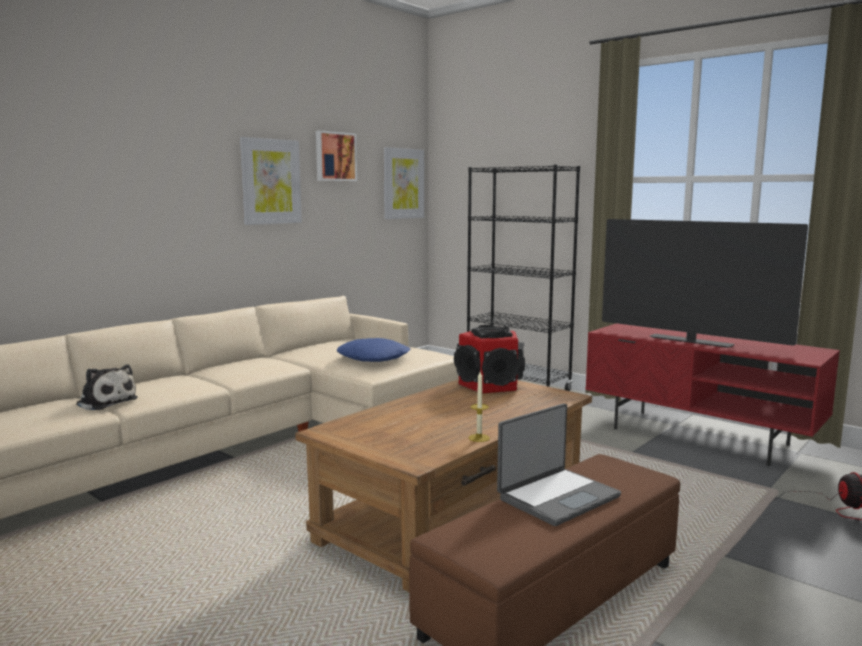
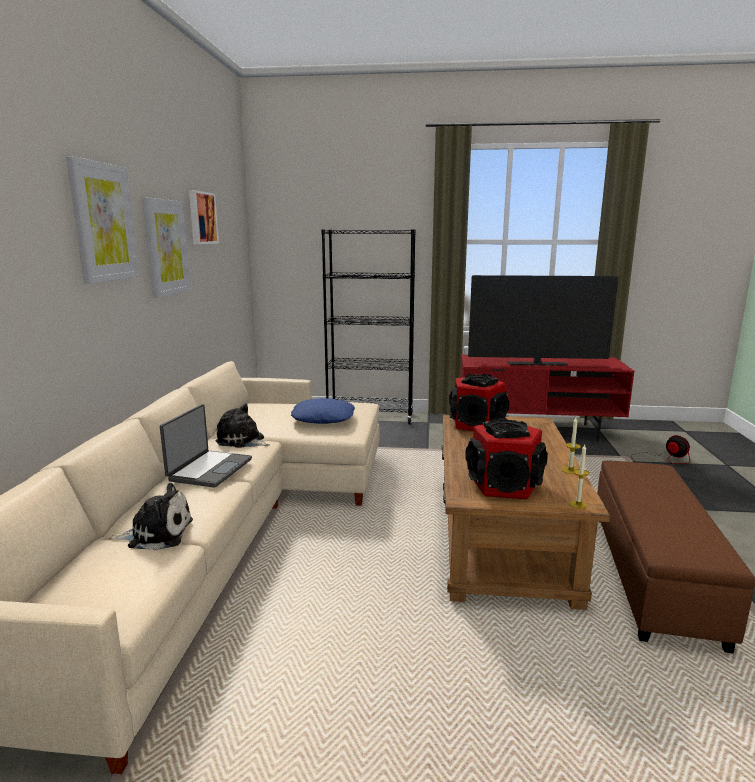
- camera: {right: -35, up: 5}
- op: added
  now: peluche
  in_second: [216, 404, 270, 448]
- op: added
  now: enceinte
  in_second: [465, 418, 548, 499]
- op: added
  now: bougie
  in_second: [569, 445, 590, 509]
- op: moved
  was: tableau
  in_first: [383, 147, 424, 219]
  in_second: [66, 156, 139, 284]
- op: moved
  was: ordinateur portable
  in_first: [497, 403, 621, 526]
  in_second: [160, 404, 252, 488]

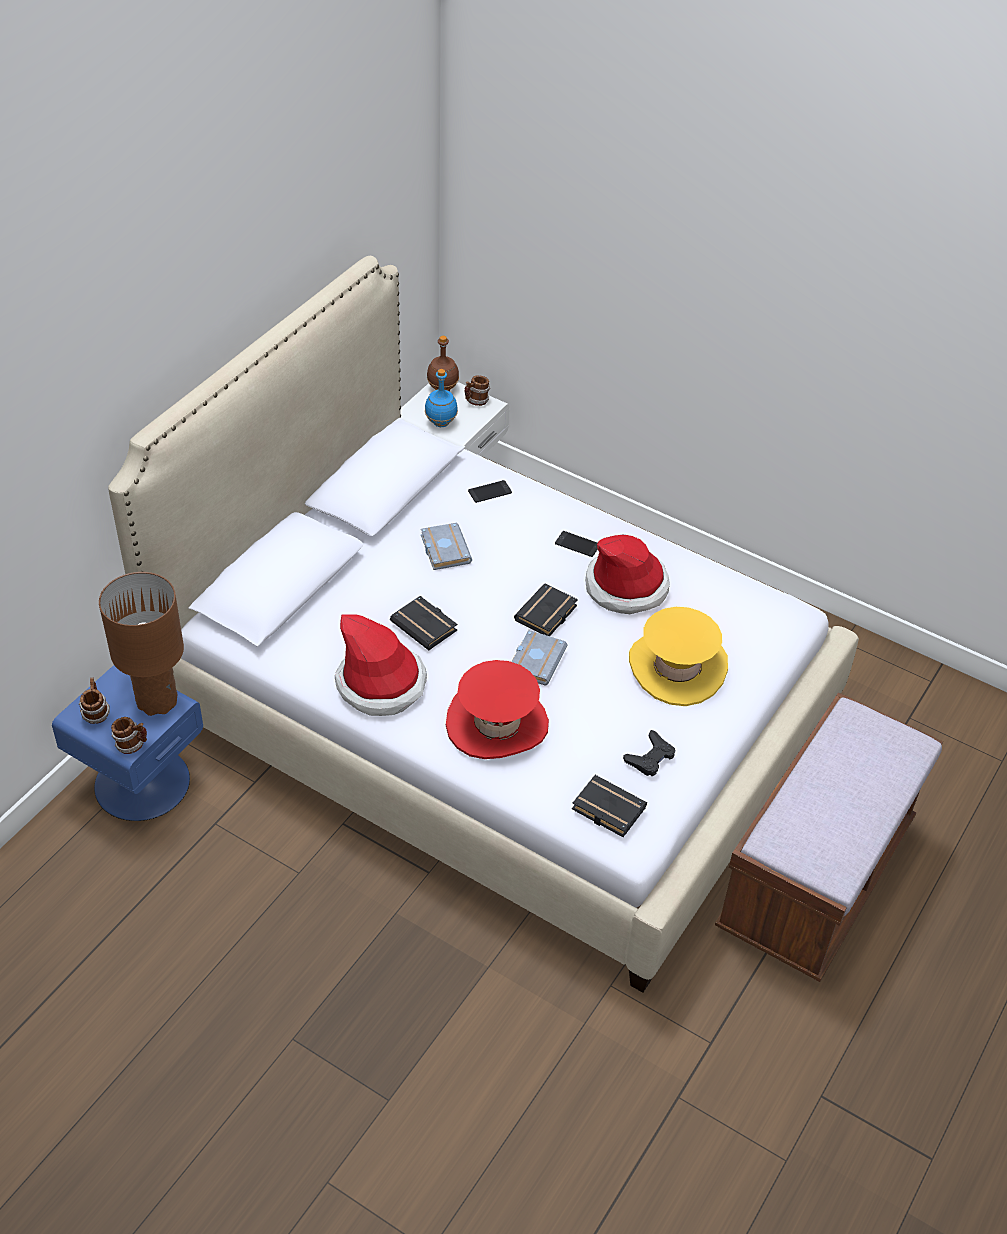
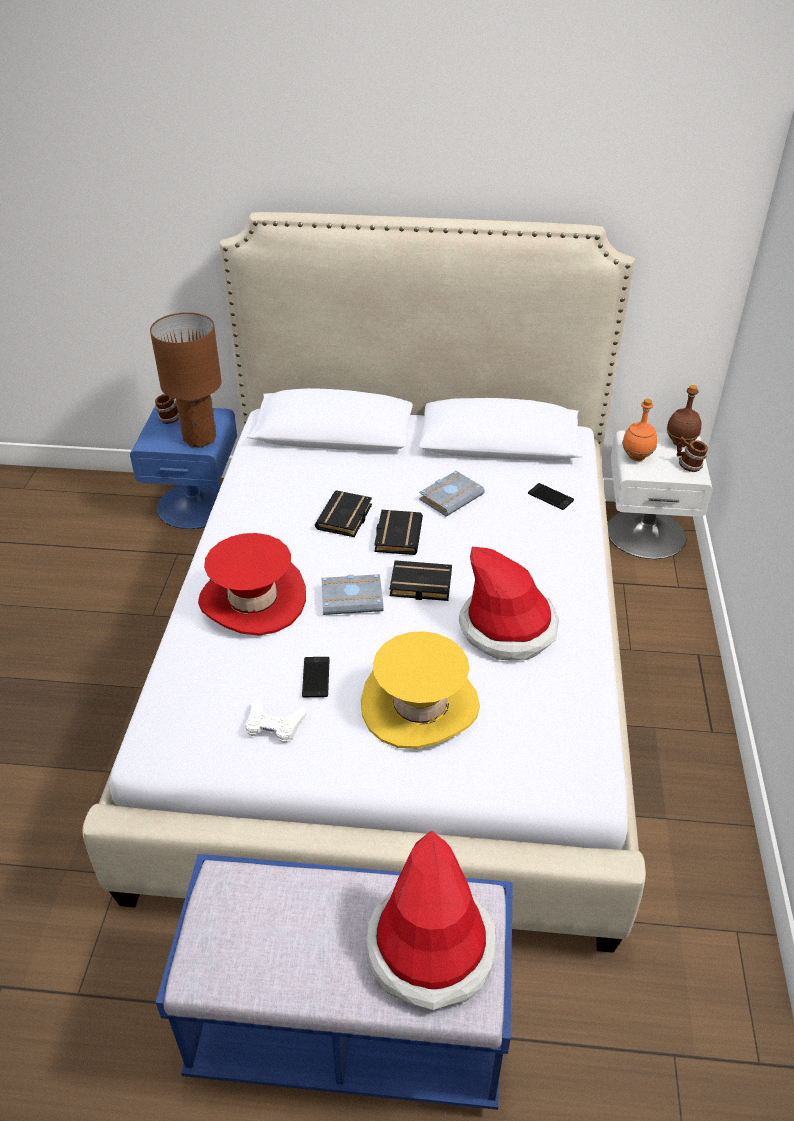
- camera: {right: 65, up: -5}
- op: removed
  was: mug
  in_first: [111, 717, 147, 754]
- op: moved
  was: chapeau
  in_first: [335, 615, 427, 716]
  in_second: [366, 830, 496, 1010]
- op: moved
  was: téléphone
  in_first: [555, 531, 598, 557]
  in_second: [302, 657, 330, 697]
- op: moved
  was: livre (noir)
  in_first: [572, 775, 647, 837]
  in_second: [374, 510, 423, 555]
- op: recoloured
  was: bouteille (bleu)
  now: bouteille (orange)
  in_first: [425, 369, 458, 427]
  in_second: [622, 399, 657, 461]
- op: recoloured
  was: manette (noir)
  now: manette (blanc)
  in_first: [623, 730, 675, 776]
  in_second: [246, 697, 306, 743]
- op: recoloured
  was: banc (marron)
  now: banc (bleu)
  in_first: [715, 693, 943, 982]
  in_second: [156, 854, 513, 1110]

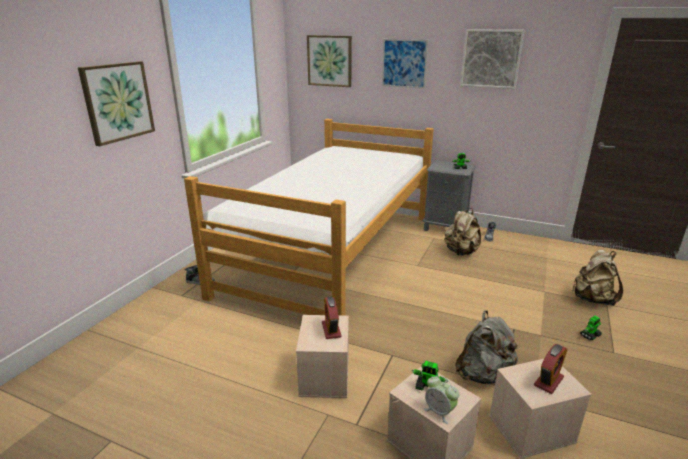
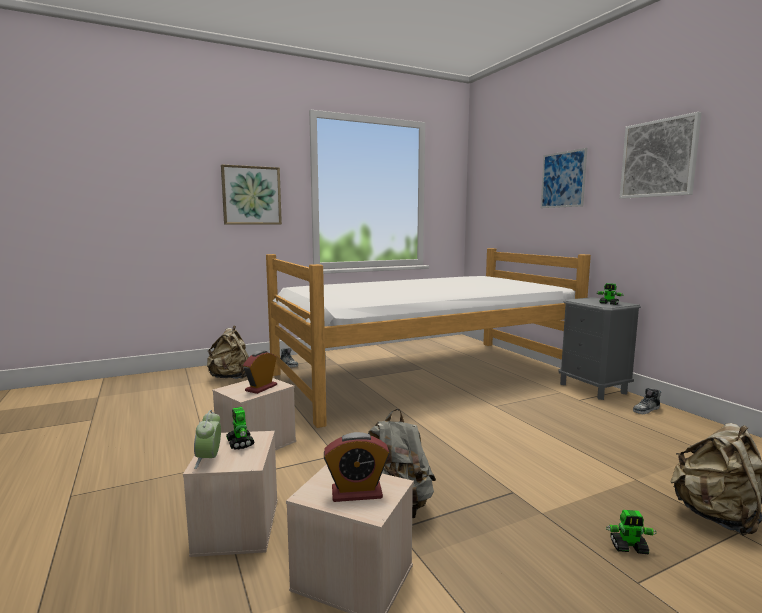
- camera: {right: 40, up: -15}
- op: removed
  was: tableau
  in_first: [307, 35, 352, 87]
- op: moved
  was: sac à dos (beige)
  in_first: [444, 208, 481, 256]
  in_second: [207, 326, 249, 379]

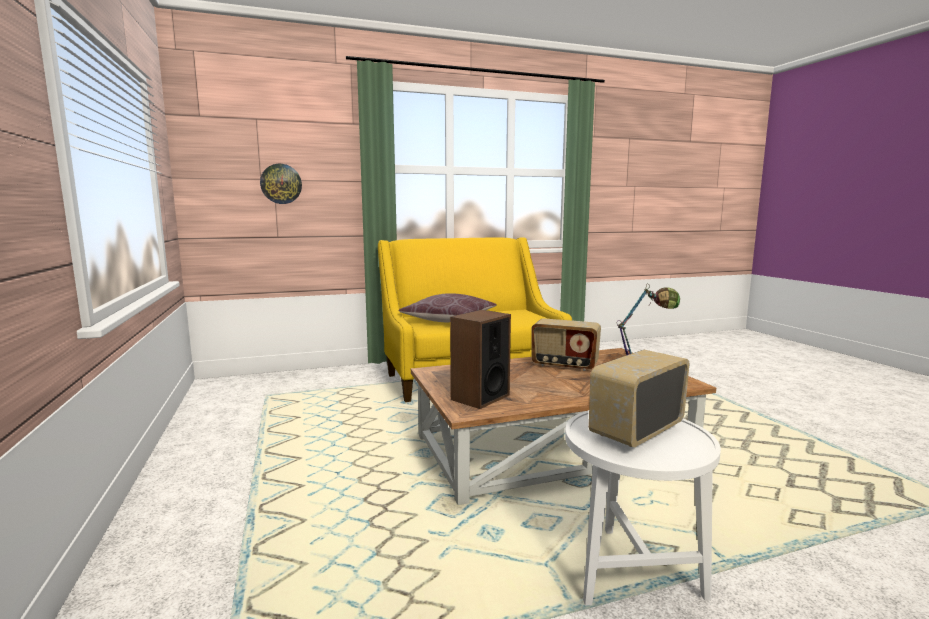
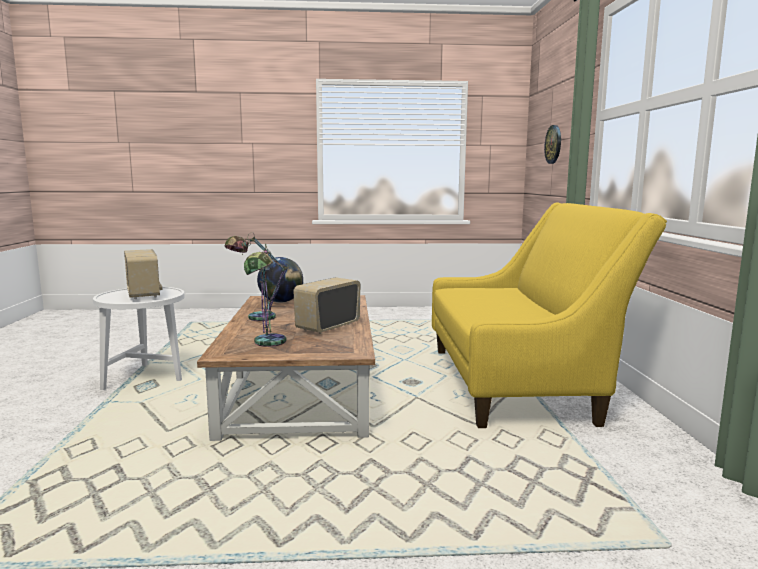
- camera: {right: 105, up: 0}
- op: removed
  was: coussin (marron)
  in_first: [398, 293, 497, 322]
- op: added
  now: lampe de table
  in_second: [225, 232, 289, 321]
- op: replaced
  was: enceinte
  now: globe
  in_first: [450, 310, 511, 409]
  in_second: [257, 257, 303, 303]

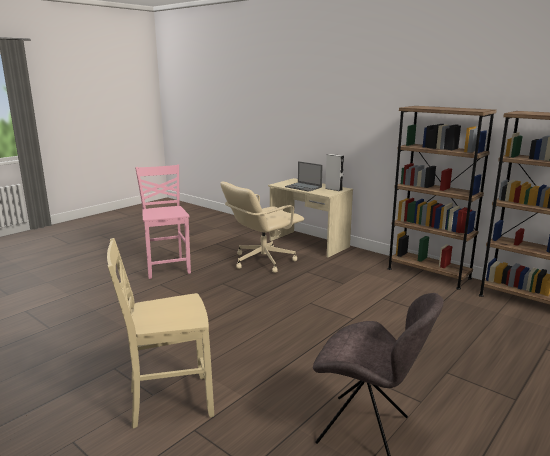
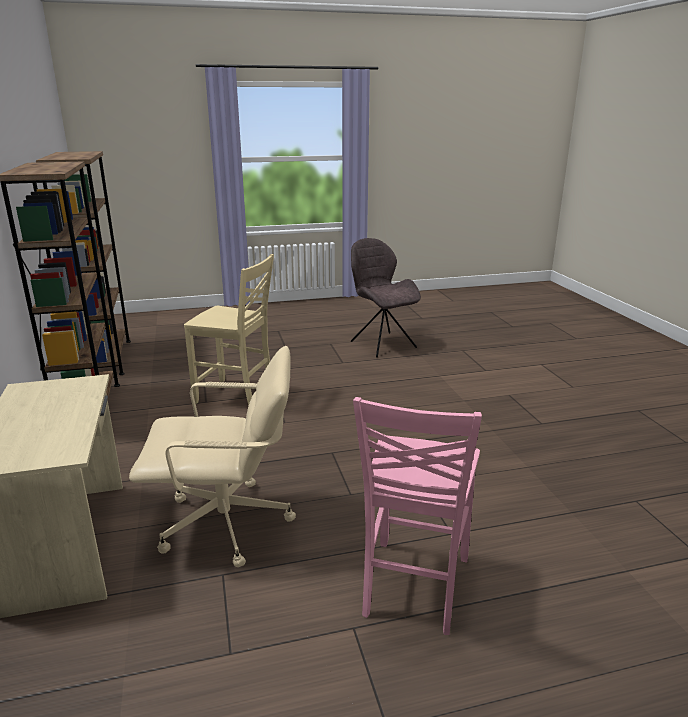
- camera: {right: -145, up: 5}
- op: removed
  was: ordinateur portable
  in_first: [285, 161, 323, 192]
- op: removed
  was: enceinte (gris)
  in_first: [325, 154, 344, 191]
- op: moved
  was: chaise (beige)
  in_first: [107, 238, 214, 428]
  in_second: [184, 254, 274, 406]

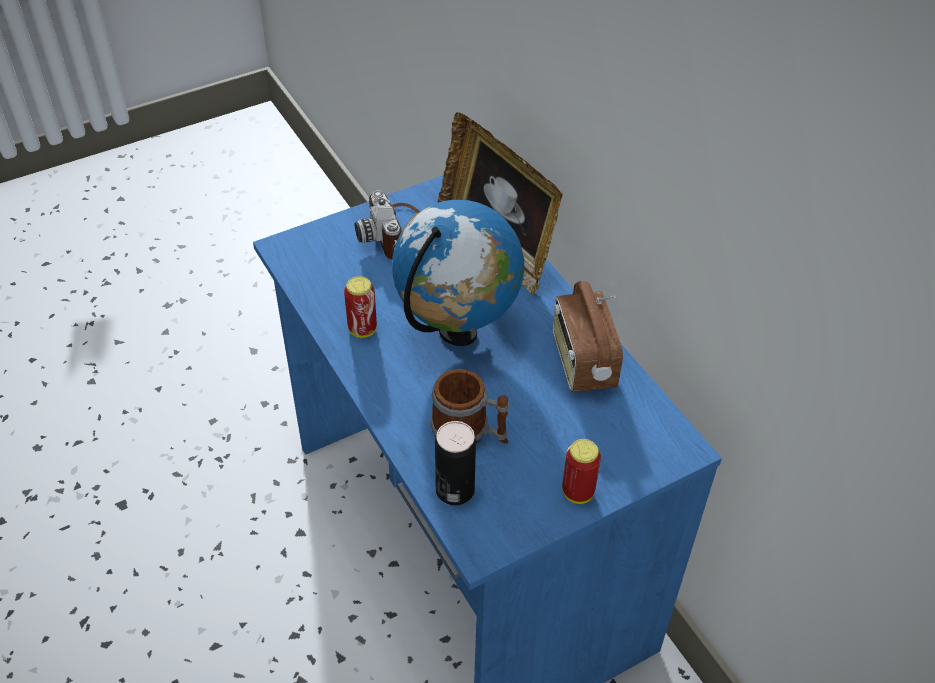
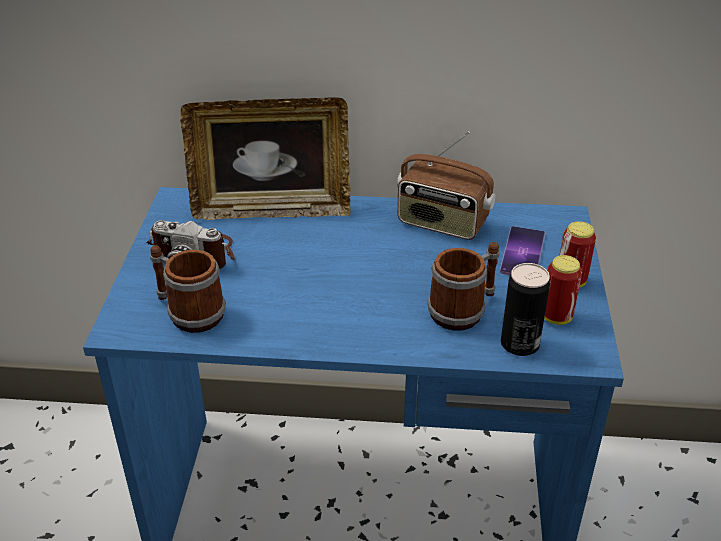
- camera: {right: -55, up: -10}
- op: removed
  was: globe
  in_first: [392, 200, 524, 346]
- op: added
  now: mug
  in_second: [150, 245, 226, 333]
- op: added
  now: téléphone
  in_second: [500, 226, 545, 275]
- op: moved
  was: boîte métallique
  in_first: [344, 276, 377, 338]
  in_second: [544, 255, 582, 325]

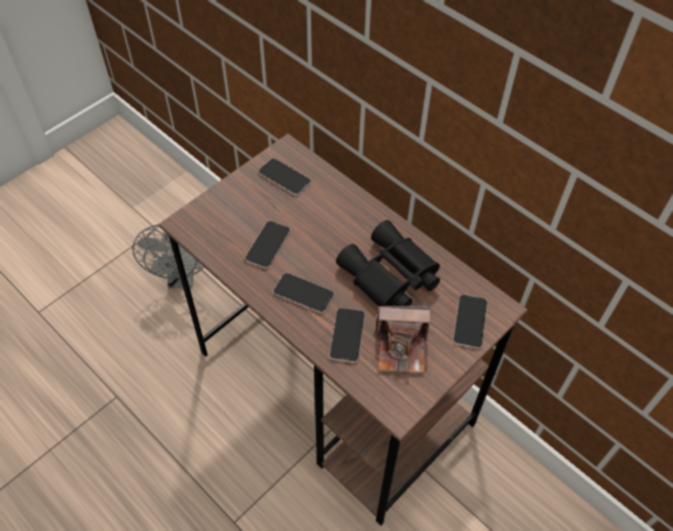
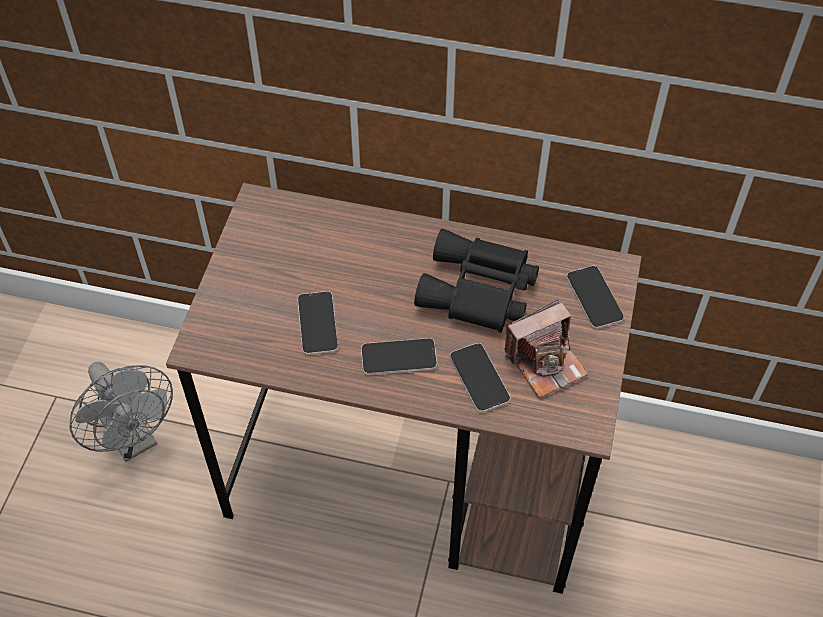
- camera: {right: -30, up: 0}
- op: removed
  was: téléphone
  in_first: [258, 158, 311, 195]

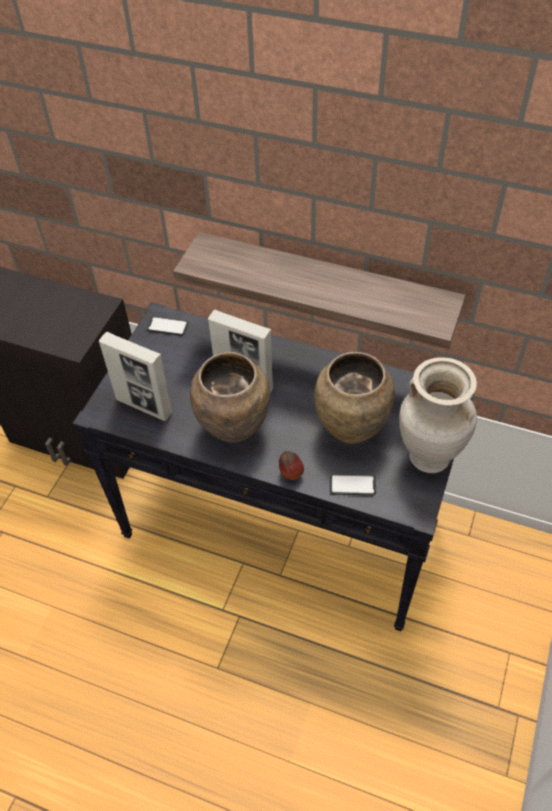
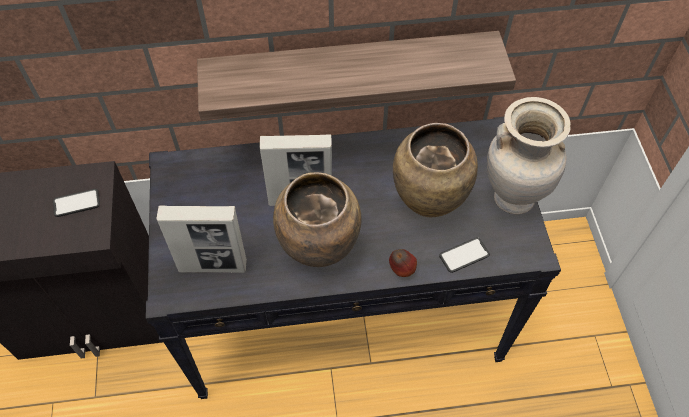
- camera: {right: -30, up: 5}
- op: moved
  was: téléphone
  in_first: [147, 316, 189, 336]
  in_second: [53, 189, 100, 217]

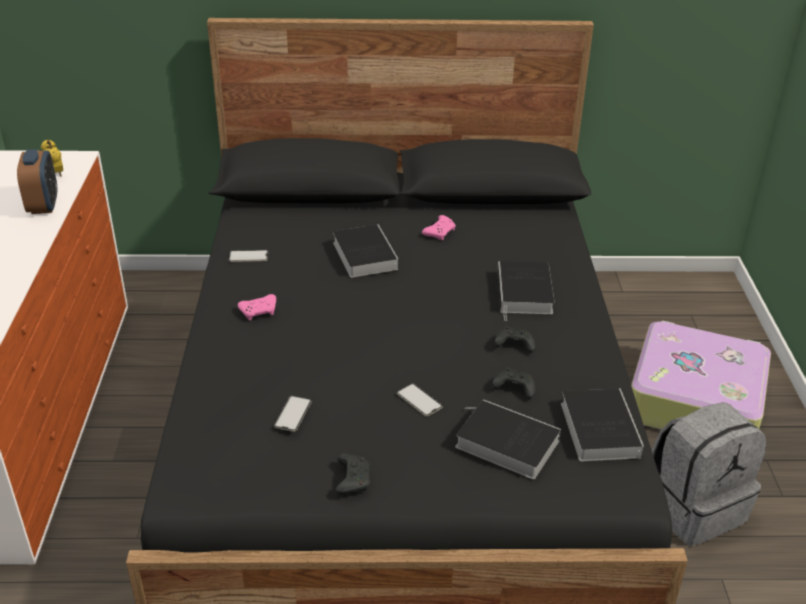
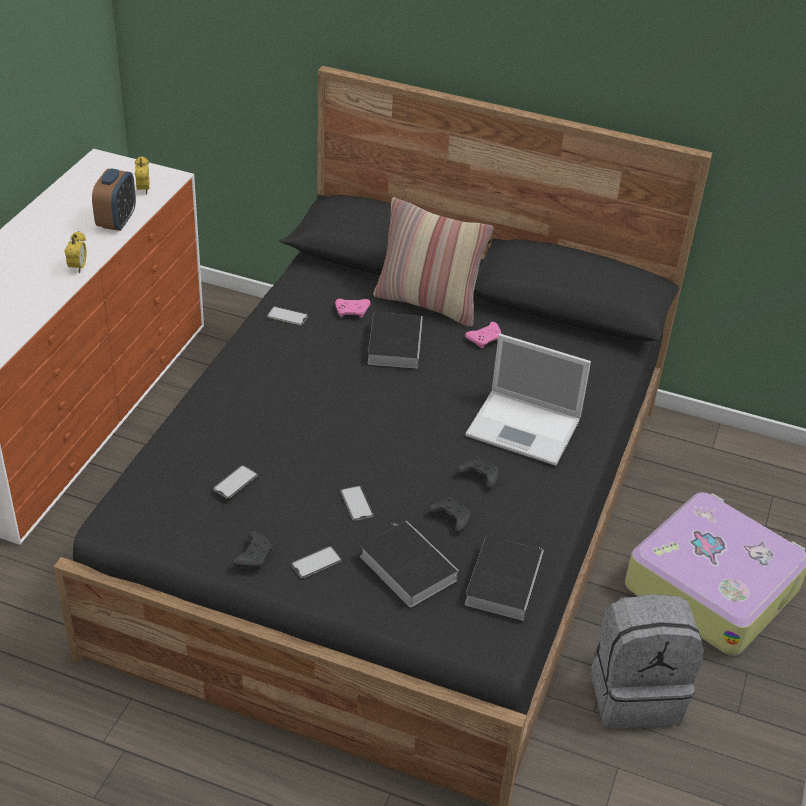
- camera: {right: 20, up: 5}
- op: added
  now: réveil
  in_second: [64, 231, 86, 273]
- op: added
  now: téléphone
  in_second: [291, 546, 342, 578]
- op: added
  now: coussin
  in_second: [373, 197, 493, 327]
- op: moved
  was: manette (rose)
  in_first: [238, 294, 276, 320]
  in_second: [335, 299, 371, 318]
- op: replaced
  was: livre
  now: ordinateur portable
  in_first: [497, 261, 555, 321]
  in_second: [465, 334, 591, 466]

